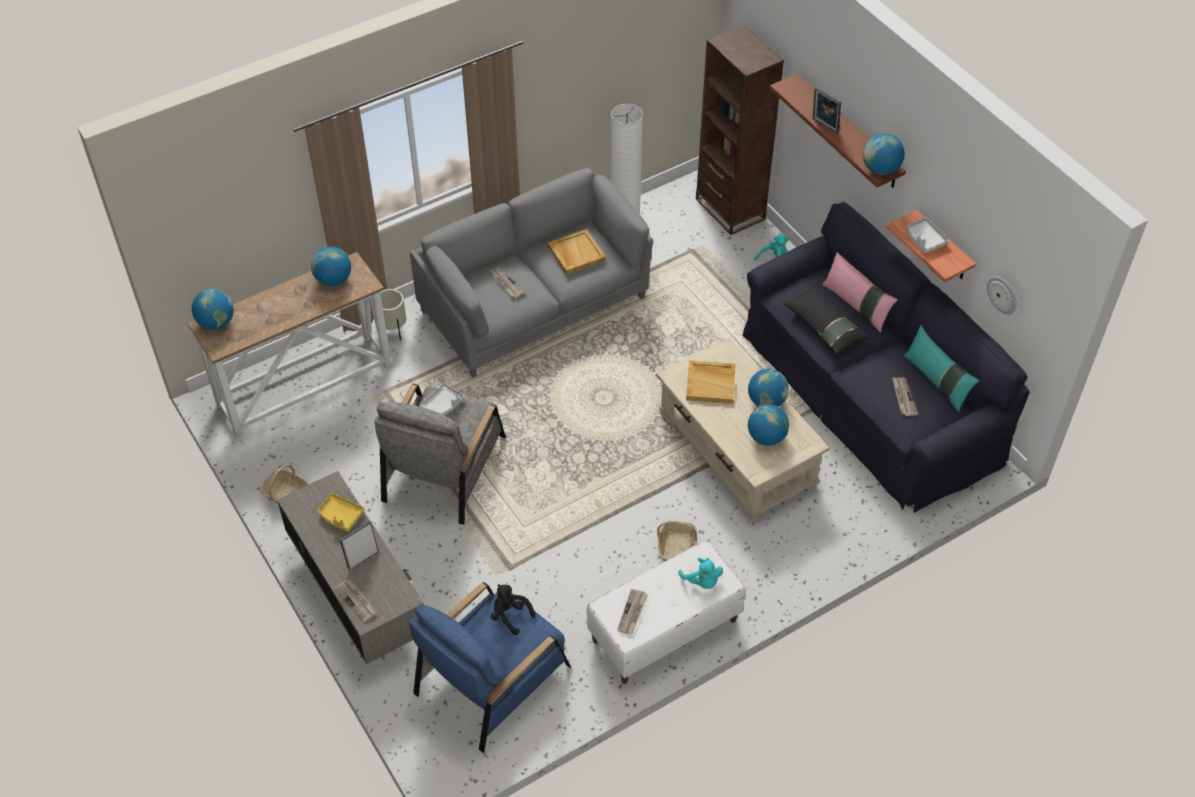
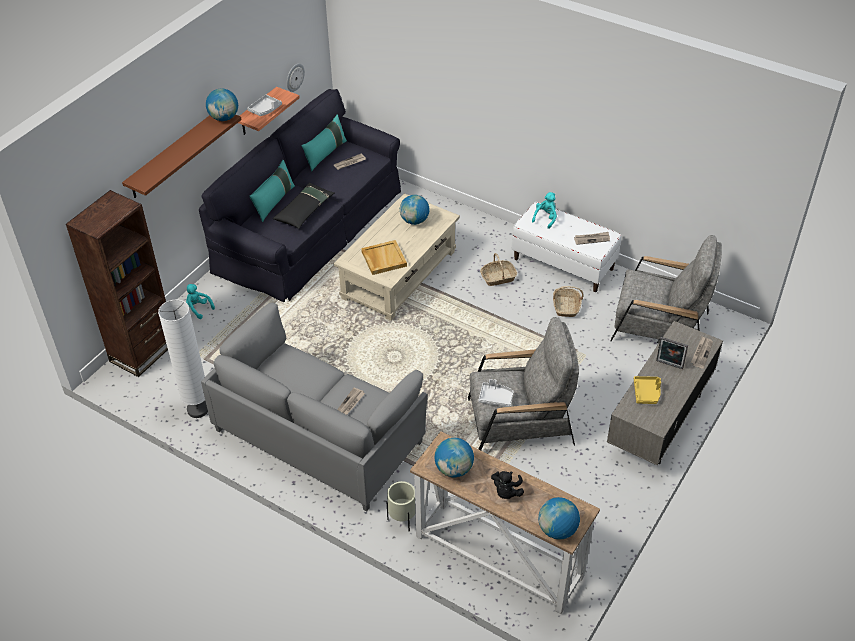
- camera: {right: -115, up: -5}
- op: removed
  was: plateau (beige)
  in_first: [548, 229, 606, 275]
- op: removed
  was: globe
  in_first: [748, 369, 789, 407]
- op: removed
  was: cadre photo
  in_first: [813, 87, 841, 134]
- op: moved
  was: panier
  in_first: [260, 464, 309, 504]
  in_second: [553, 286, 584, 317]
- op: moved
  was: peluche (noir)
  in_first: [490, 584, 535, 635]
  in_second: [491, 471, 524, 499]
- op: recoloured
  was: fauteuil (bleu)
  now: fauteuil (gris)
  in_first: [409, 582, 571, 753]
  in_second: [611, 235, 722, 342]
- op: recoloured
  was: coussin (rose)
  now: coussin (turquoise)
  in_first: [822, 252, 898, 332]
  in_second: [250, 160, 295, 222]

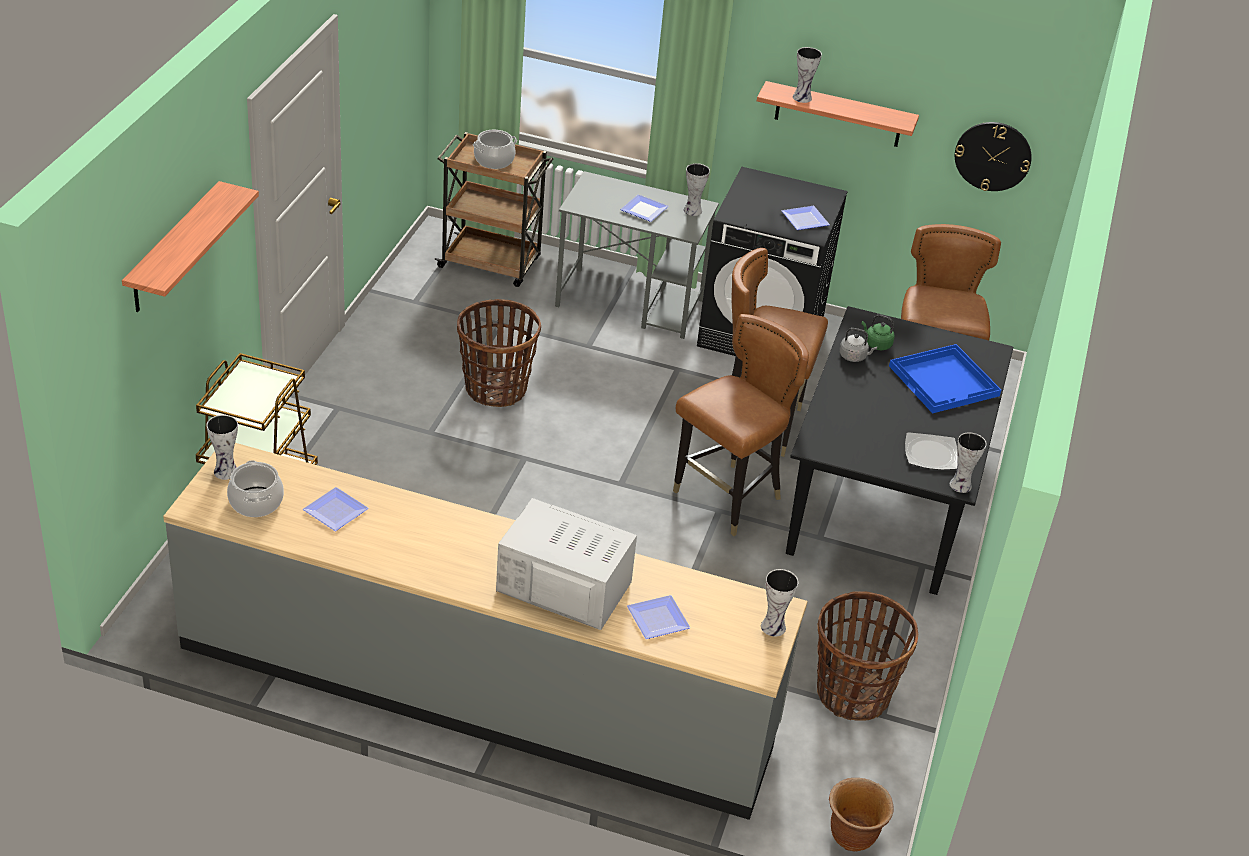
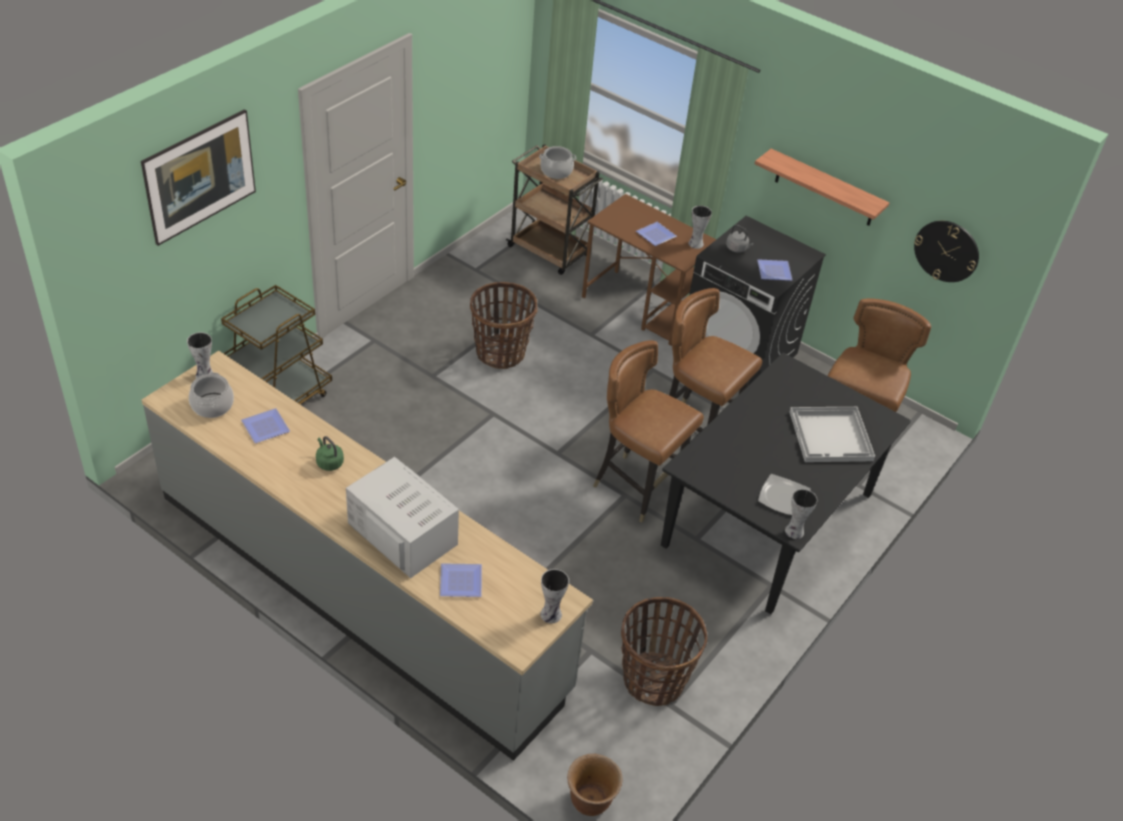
- camera: {right: 20, up: 5}
- op: removed
  was: vase
  in_first: [793, 47, 822, 103]
- op: moved
  was: bouilloire (gris)
  in_first: [839, 328, 877, 362]
  in_second: [726, 225, 754, 253]
- op: moved
  was: bouilloire (vert)
  in_first: [862, 315, 895, 350]
  in_second: [316, 436, 344, 471]
- op: replaced
  was: étagère
  now: tableau
  in_first: [122, 181, 259, 312]
  in_second: [141, 109, 256, 246]
- op: recoloured
  was: bureau (gris)
  now: bureau (marron)
  in_first: [555, 171, 719, 339]
  in_second: [582, 194, 717, 346]
- op: recoloured
  was: plateau (bleu)
  now: plateau (blanc)
  in_first: [889, 344, 1001, 414]
  in_second: [790, 407, 875, 462]
- op: turned
  was: chaise (marron)
  in_first: [673, 314, 809, 536]
  in_second: [593, 340, 704, 523]
  clockwise: -120

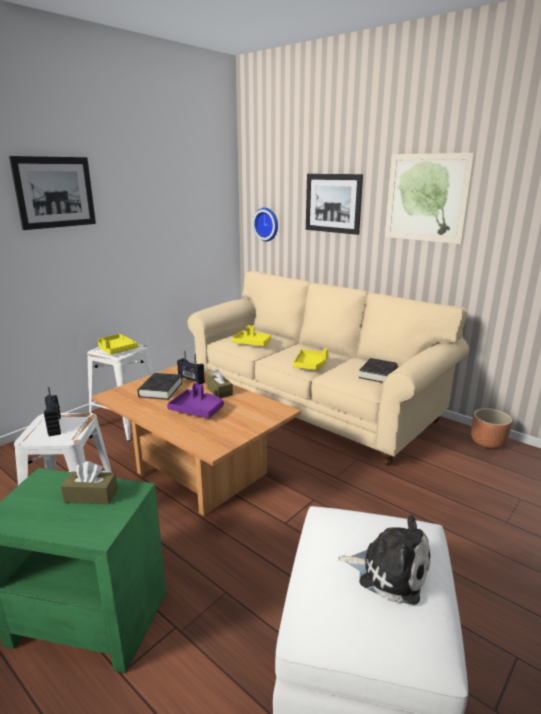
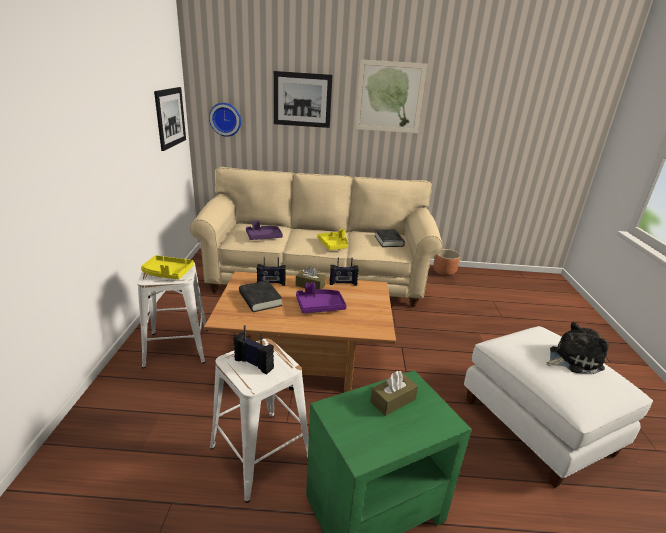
- camera: {right: -40, up: 5}
- op: added
  now: radio
  in_second: [330, 257, 359, 286]
- op: moved
  was: tableau
  in_first: [9, 156, 96, 230]
  in_second: [154, 87, 186, 151]
- op: recoloured
  was: plateau (jaune)
  now: plateau (violet)
  in_first: [232, 325, 271, 346]
  in_second: [246, 220, 283, 240]

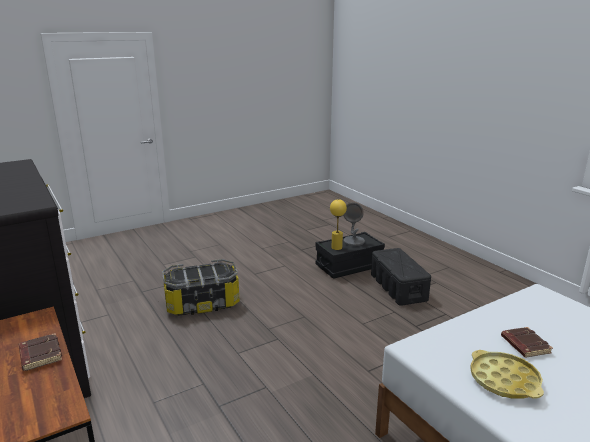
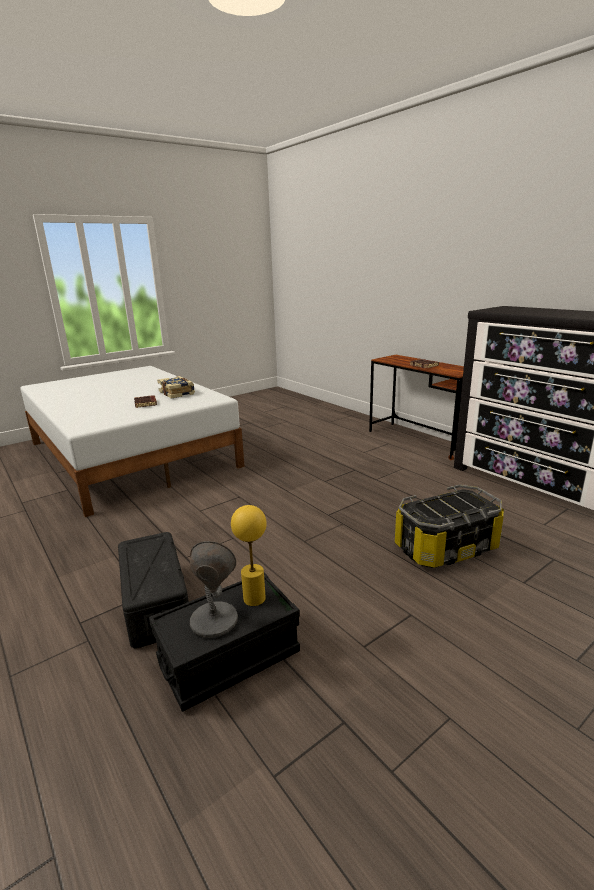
- camera: {right: 175, up: 0}
- op: replaced
  was: plateau (jaune)
  now: livre
  in_first: [470, 350, 544, 399]
  in_second: [157, 376, 195, 399]

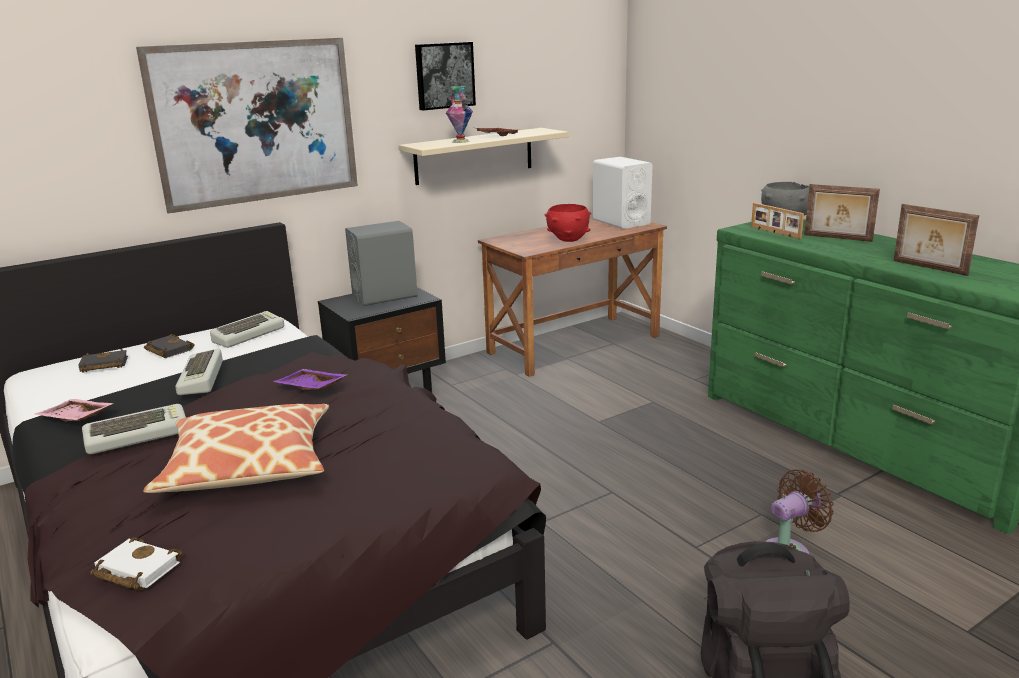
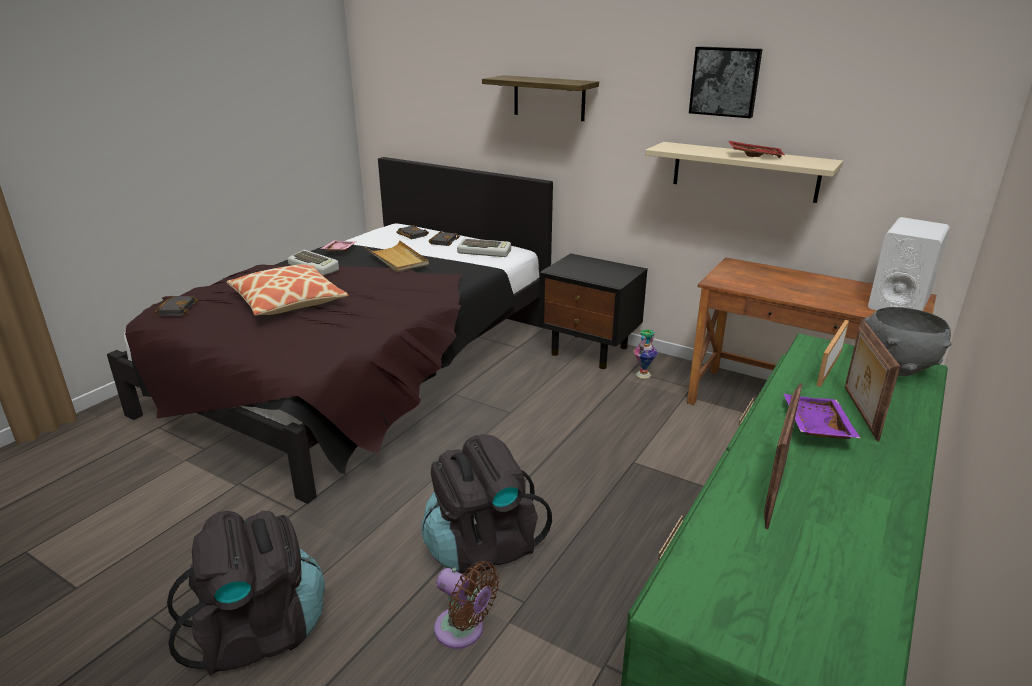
- camera: {right: 65, up: 5}
- op: removed
  was: enceinte (gris)
  in_first: [345, 221, 418, 306]
- op: removed
  was: bol (rouge)
  in_first: [545, 204, 591, 242]
- op: added
  now: sac à dos (noir)
  in_second: [421, 434, 552, 573]
- op: moved
  was: plateau (violet)
  in_first: [273, 369, 347, 390]
  in_second: [784, 394, 861, 439]
- op: moved
  was: vase
  in_first: [446, 86, 473, 143]
  in_second: [633, 330, 658, 379]
- op: replaced
  was: tableau
  now: étagère
  in_first: [136, 38, 358, 213]
  in_second: [482, 75, 599, 121]
- op: replaced
  was: clavier
  now: plateau (beige)
  in_first: [175, 349, 223, 395]
  in_second: [365, 240, 429, 272]
- op: recoloured
  was: livre (blanc)
  now: livre (noir)
  in_first: [90, 537, 182, 590]
  in_second: [154, 296, 199, 316]

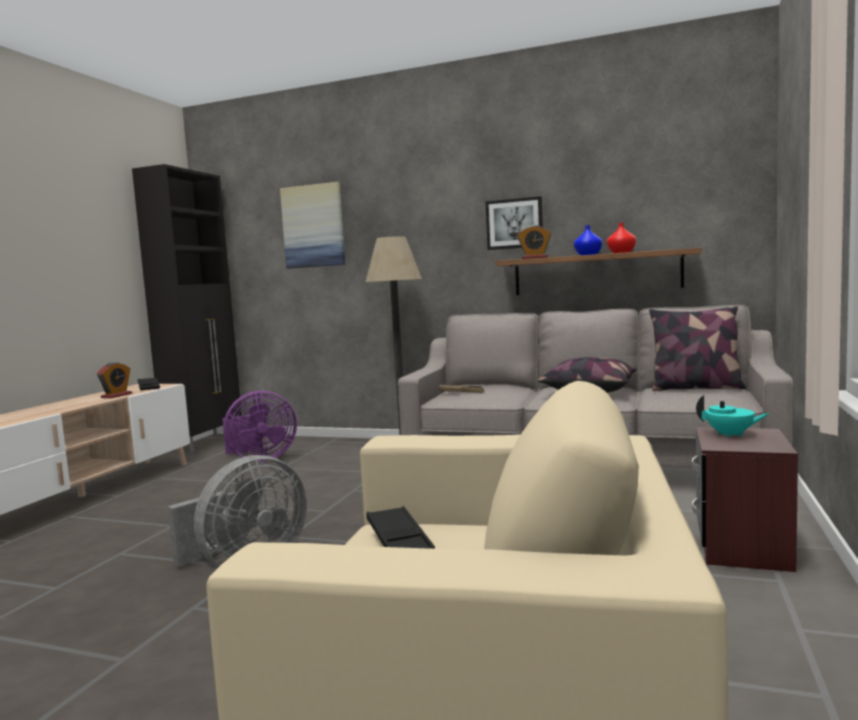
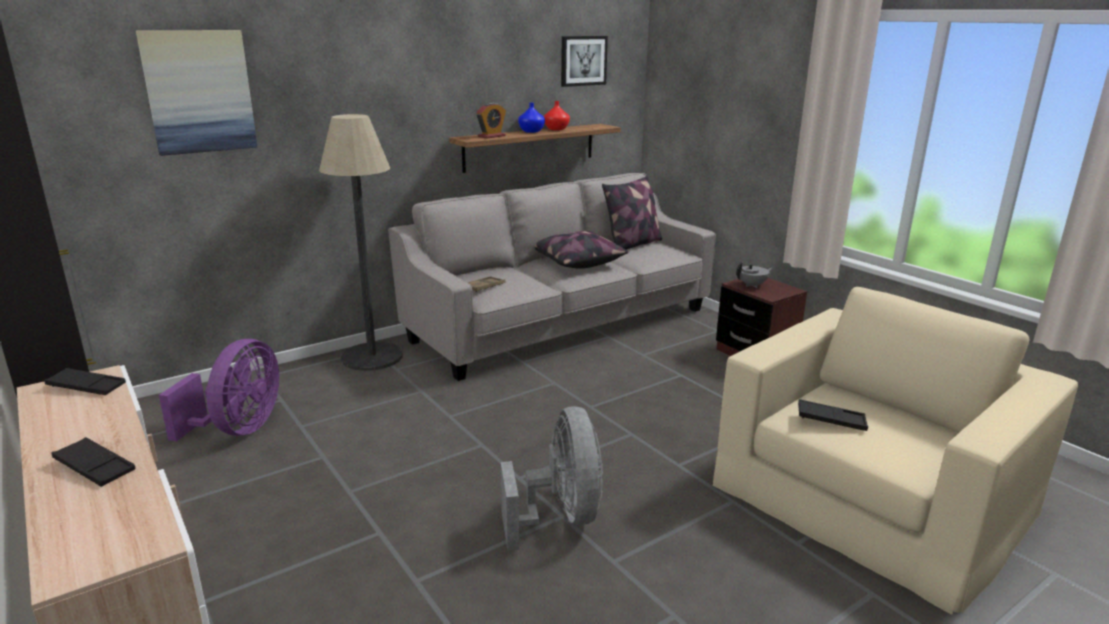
- camera: {right: -55, up: 15}
- op: removed
  was: réveil
  in_first: [97, 362, 132, 398]
- op: added
  now: plateau (noir)
  in_second: [51, 437, 135, 487]
- op: moved
  was: tableau
  in_first: [486, 196, 543, 250]
  in_second: [561, 36, 608, 87]
- op: recoloured
  was: théière (turquoise)
  now: théière (gris)
  in_first: [696, 395, 769, 438]
  in_second: [736, 262, 773, 288]

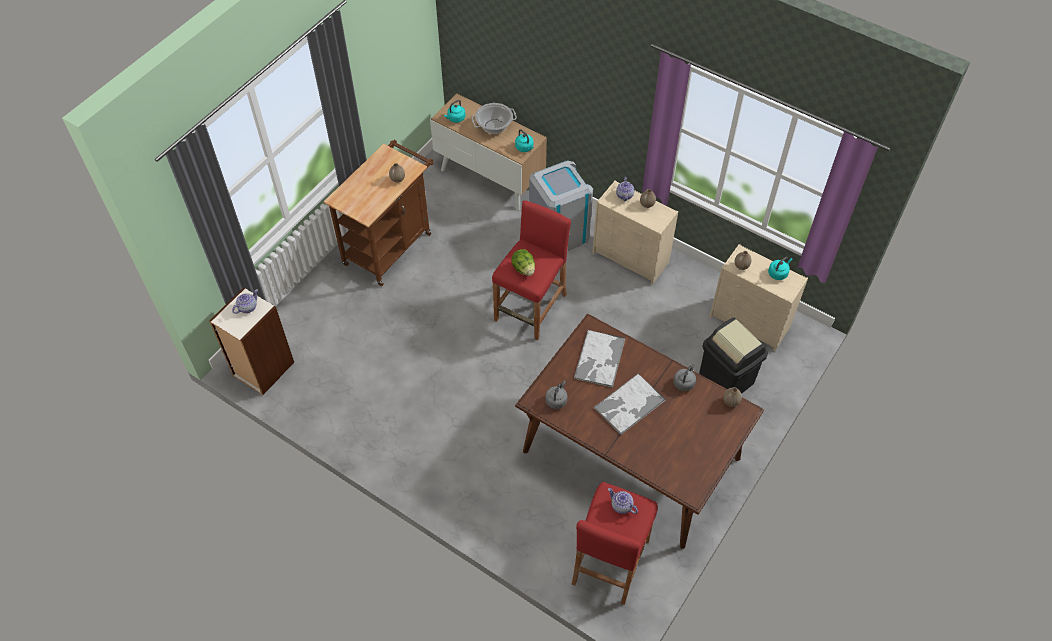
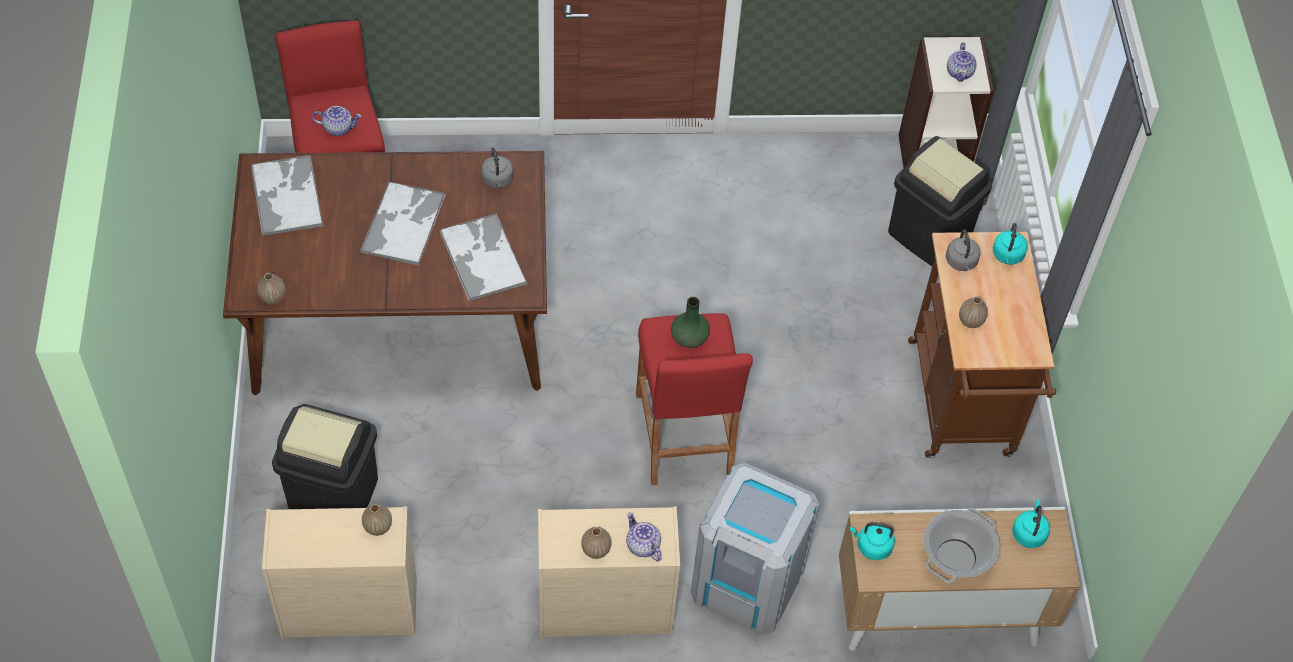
- camera: {right: 140, up: 0}
- op: added
  now: plateau
  in_second: [251, 155, 324, 236]
- op: added
  now: poubelle (noir)
  in_second: [888, 136, 992, 266]
- op: moved
  was: bouilloire (gris)
  in_first: [673, 364, 696, 391]
  in_second: [946, 229, 981, 271]
- op: moved
  was: bouilloire (turquoise)
  in_first: [768, 257, 793, 280]
  in_second: [993, 223, 1028, 265]
- op: replaced
  was: laitue
  now: vase (vert)
  in_first: [511, 249, 535, 276]
  in_second: [671, 297, 710, 348]

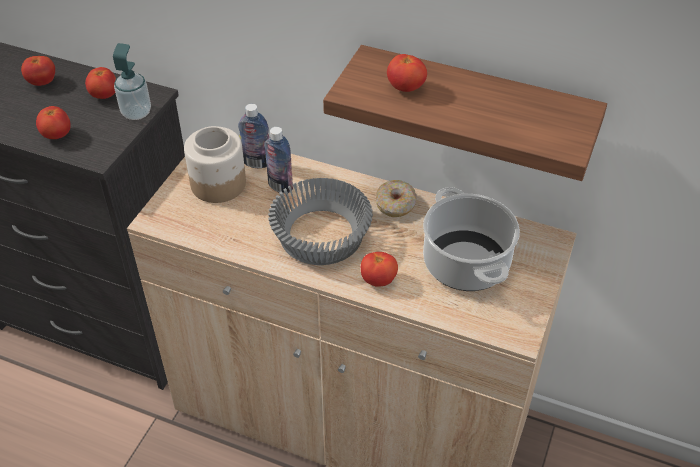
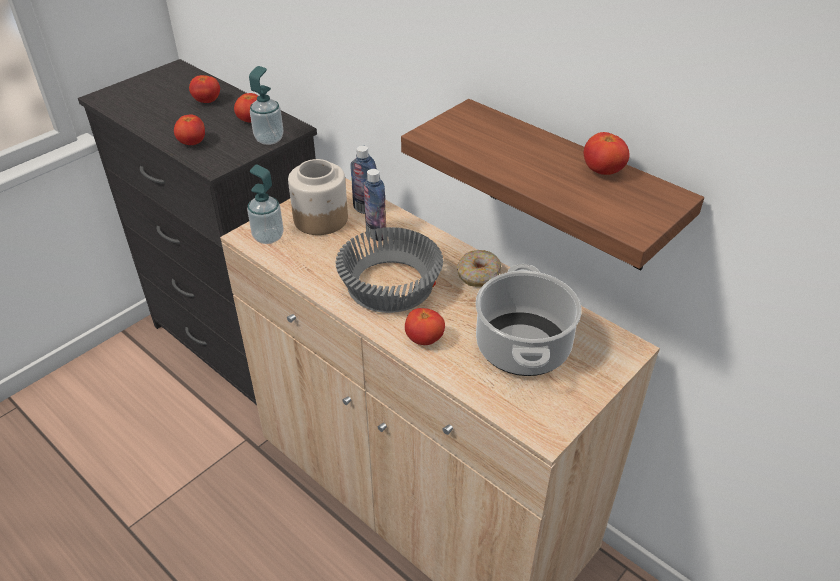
- camera: {right: 20, up: -5}
- op: added
  now: distributeur de savon
  in_second: [247, 165, 284, 244]
- op: moved
  was: tomate
  in_first: [387, 54, 427, 92]
  in_second: [584, 132, 629, 175]

